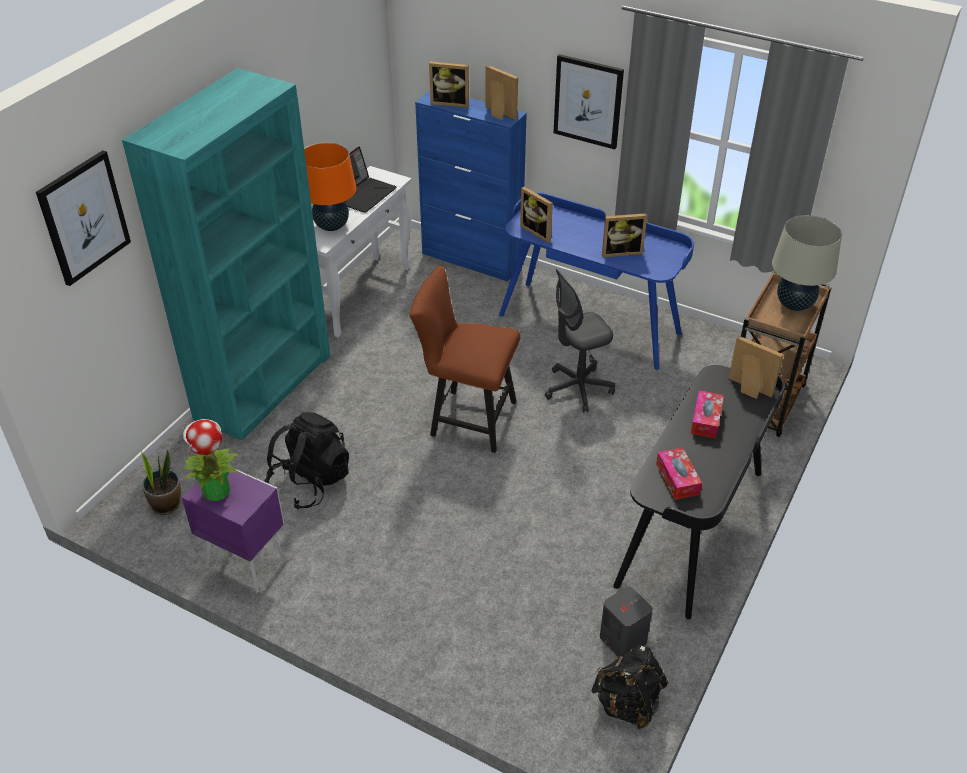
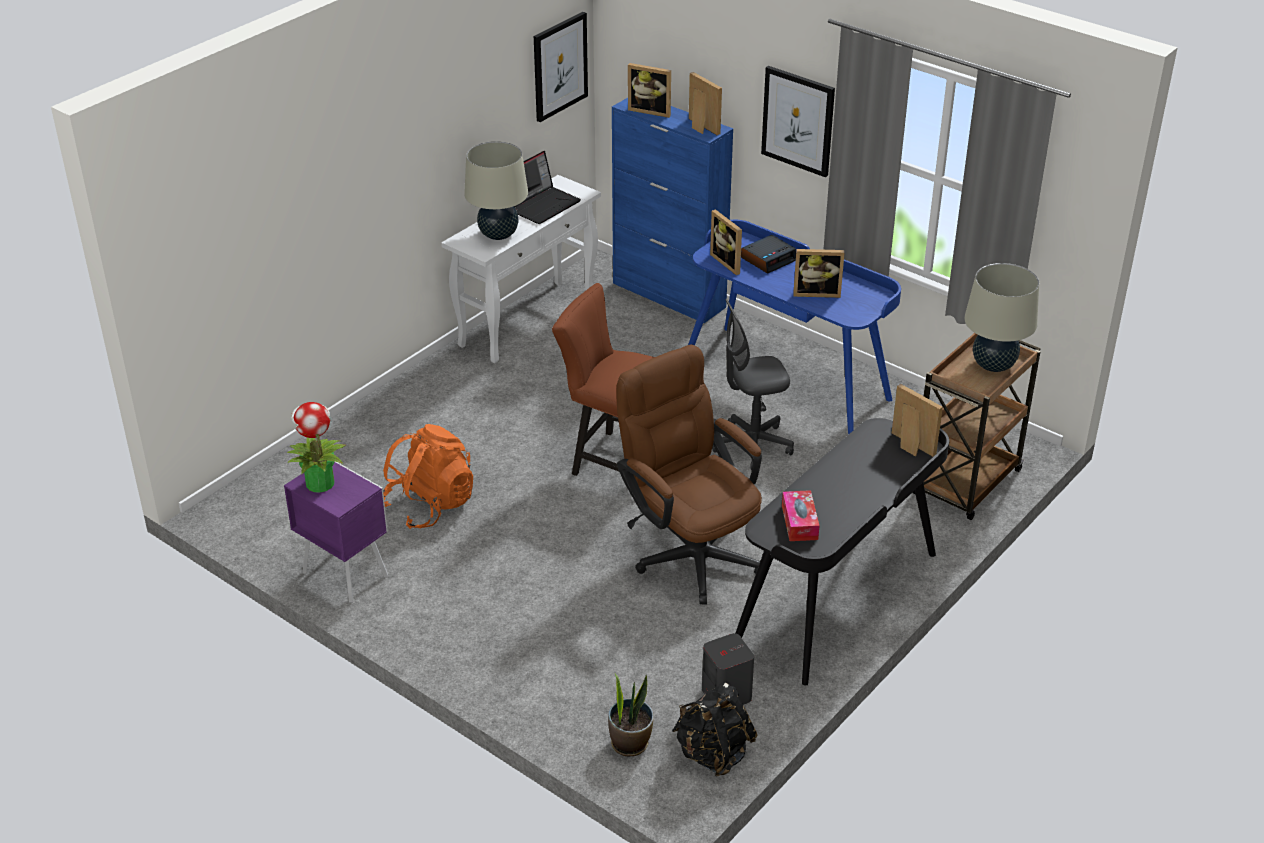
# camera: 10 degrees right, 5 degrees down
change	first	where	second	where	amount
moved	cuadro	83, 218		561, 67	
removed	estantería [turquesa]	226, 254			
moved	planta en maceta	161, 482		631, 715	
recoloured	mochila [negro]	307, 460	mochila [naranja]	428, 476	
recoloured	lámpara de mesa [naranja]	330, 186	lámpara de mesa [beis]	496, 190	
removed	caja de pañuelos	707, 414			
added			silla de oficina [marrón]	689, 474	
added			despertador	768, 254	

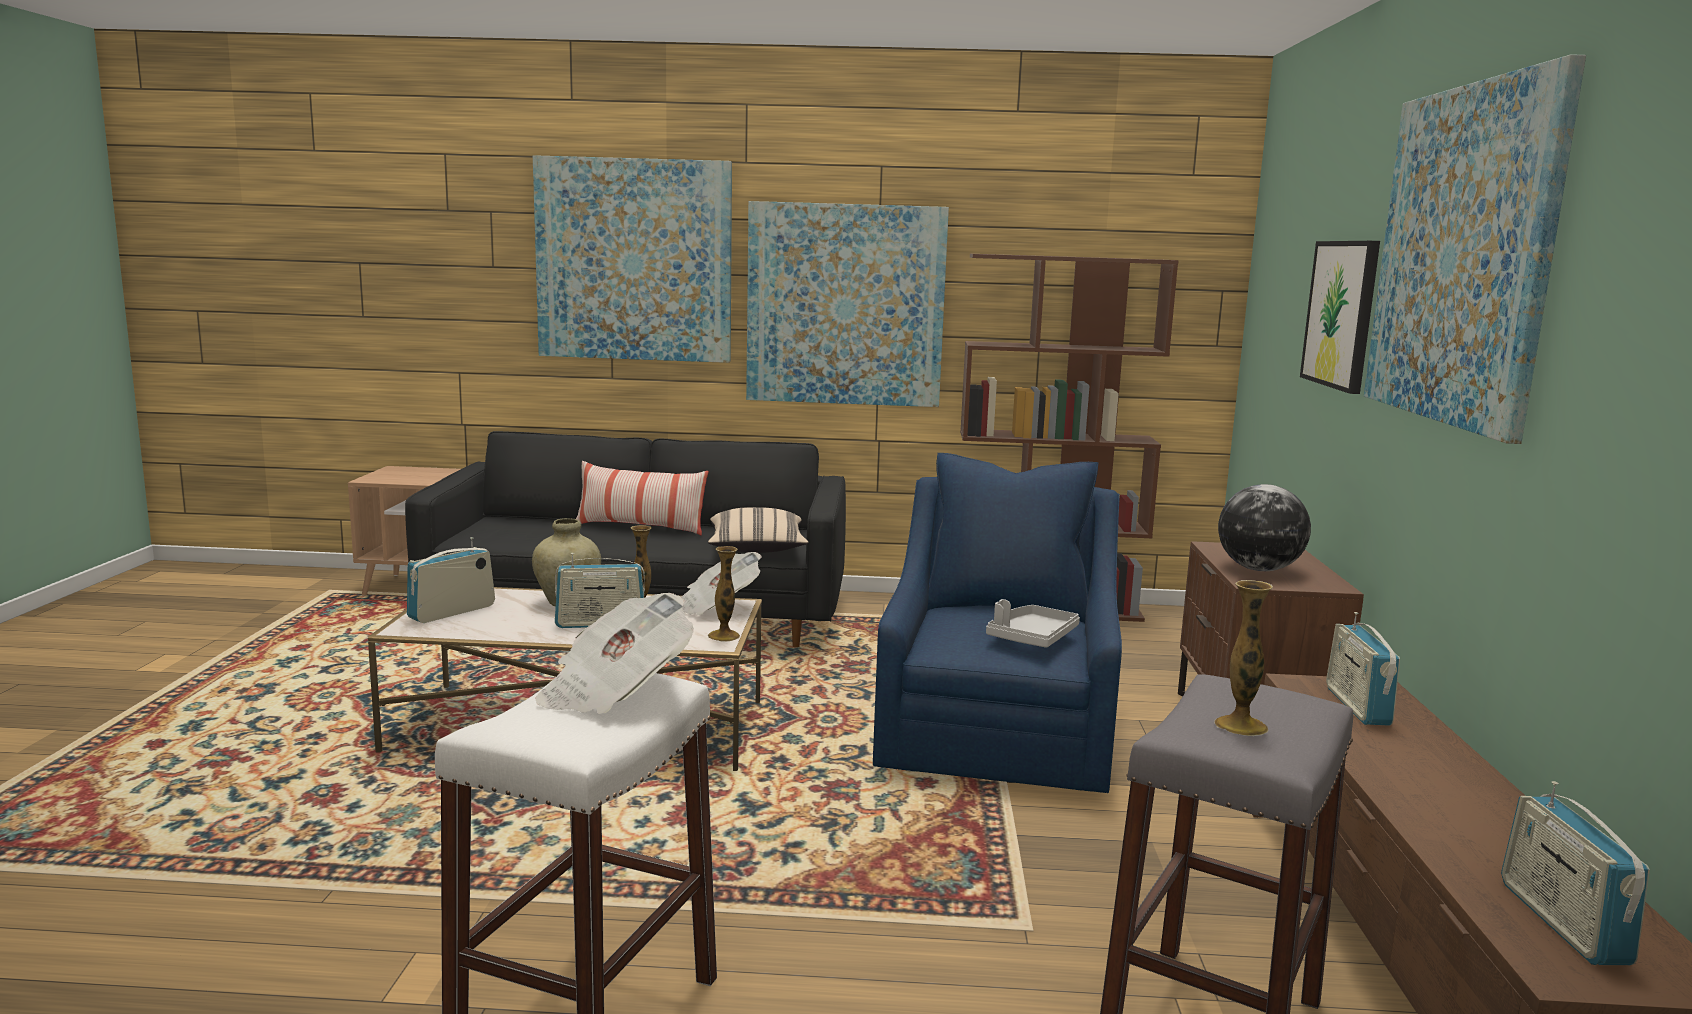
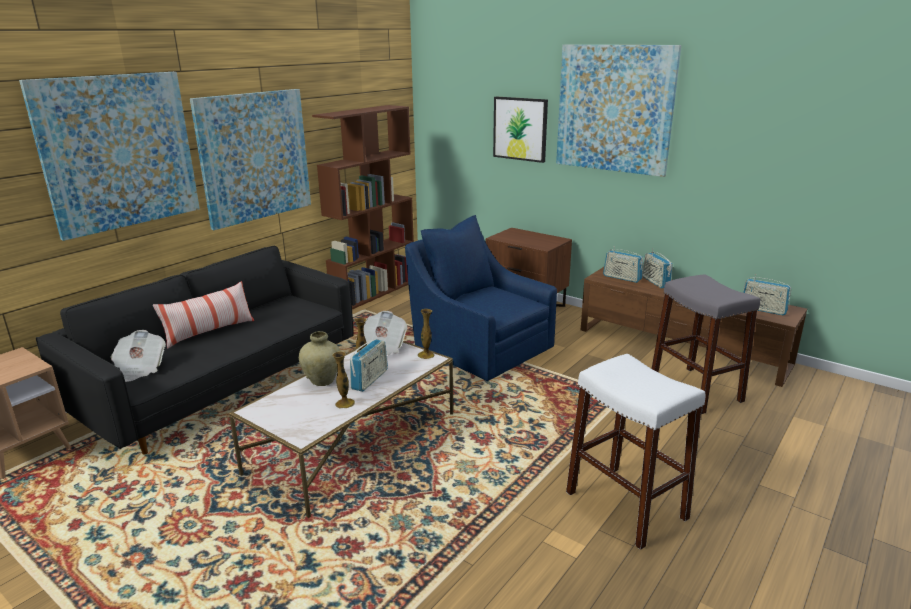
# camera: 55 degrees left, 10 degrees up
change	first	where	second	where	amount
moved	radio	451, 580		657, 268	
moved	periódico	614, 653		138, 356	
removed	cojín [beis]	758, 530			
removed	bandeja [gris]	1033, 623			
moved	florero	1243, 658		343, 379	
removed	globo terráqueo	1264, 527			

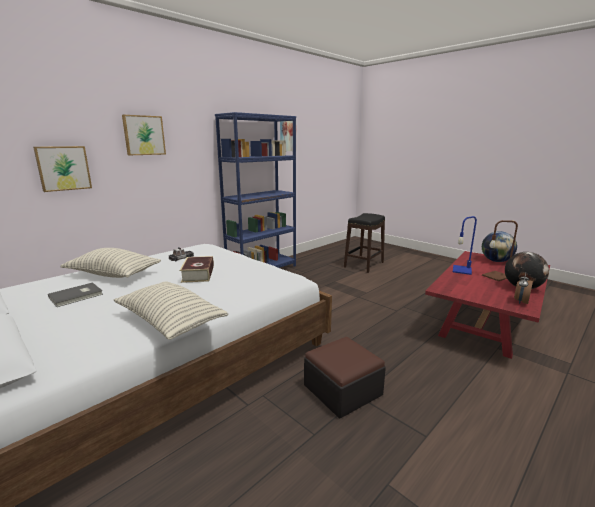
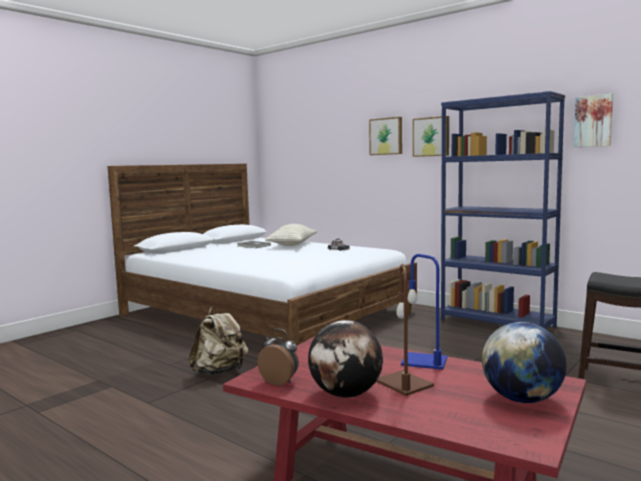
# camera: 85 degrees right, 10 degrees down
change	first	where	second	where	amount
moved	cuadro	62, 169		431, 136	
removed	cojín	171, 310			
removed	libro	196, 269			
replaced	puf	345, 377	mochila [beis]	218, 340	

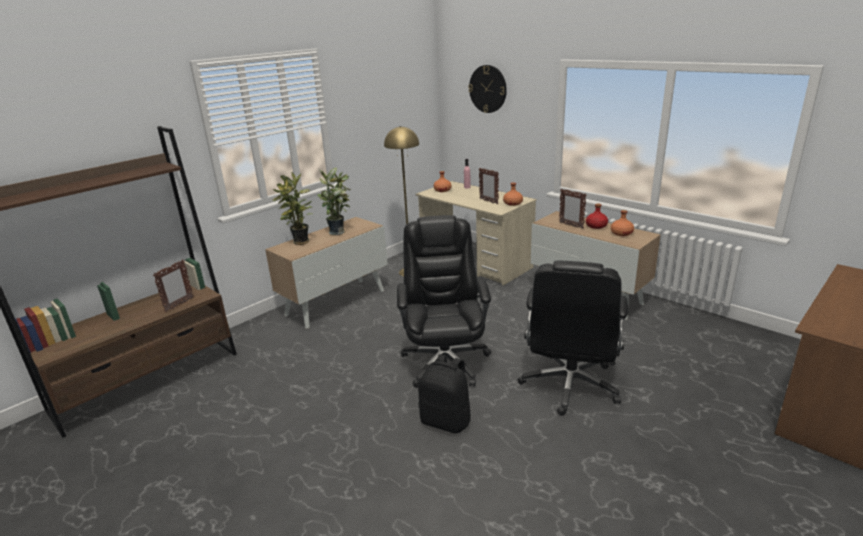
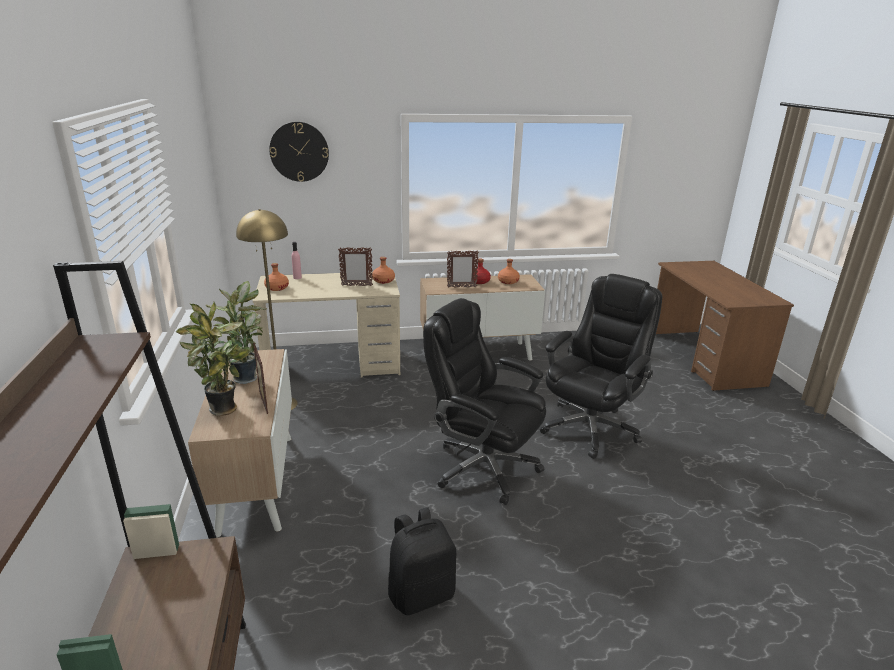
# camera: 55 degrees left, 0 degrees up
change	first	where	second	where	amount
moved	portarretratos	173, 285		260, 378	
moved	mochila [negro]	444, 393		422, 561	
turned	silla de oficina [negro]	573, 338		601, 366	105 degrees counterclockwise

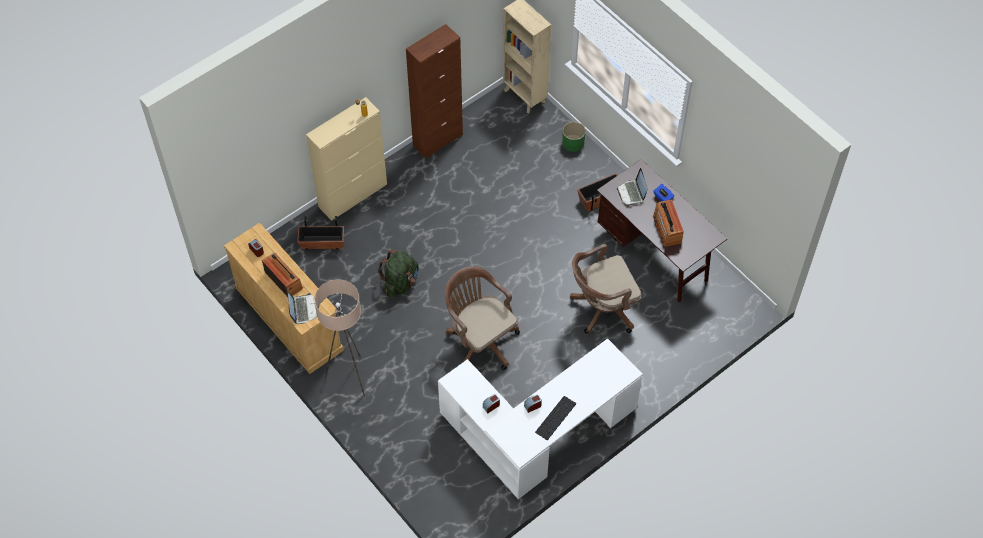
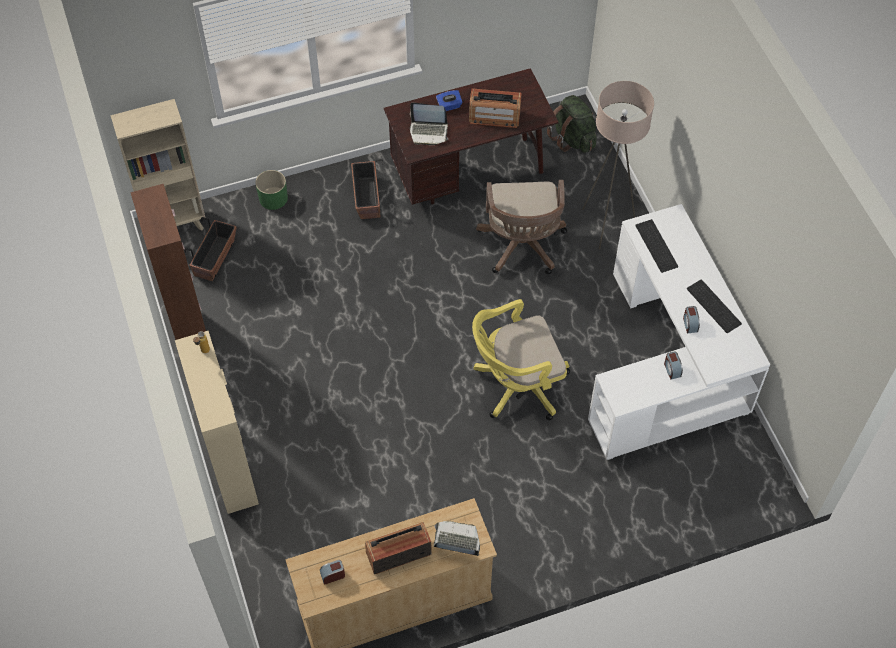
# camera: 70 degrees left, 0 degrees up
change	first	where	second	where	amount
moved	maceta	320, 232		210, 249	
moved	lámpara de pie [beis]	339, 337		618, 165	
moved	mochila [verde]	398, 273		572, 124	
recoloured	silla de oficina [marrón]	482, 318	silla de oficina [amarillo]	521, 360	
added			teclado	656, 246	

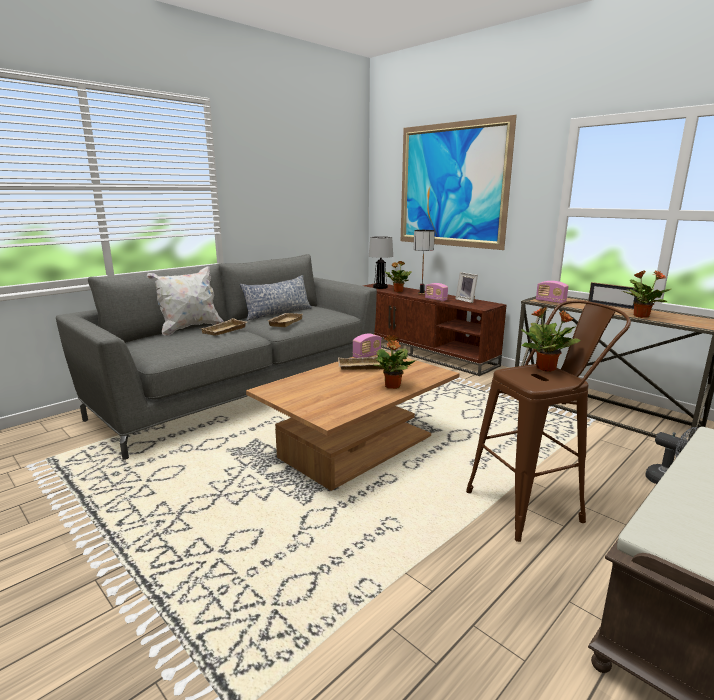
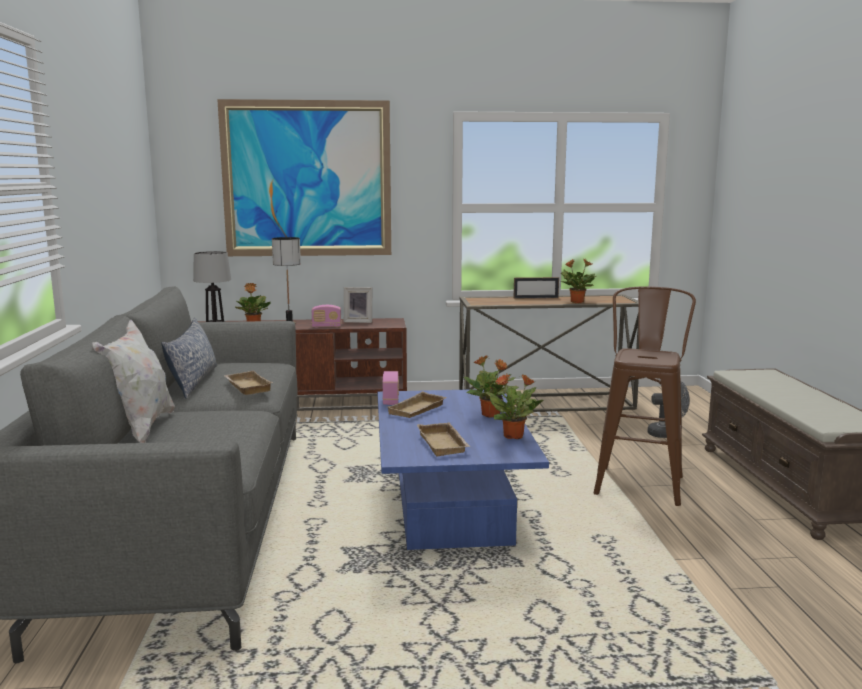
# camera: 50 degrees left, 5 degrees down
change	first	where	second	where	amount
moved	bandeja [beis]	224, 327		443, 439	
recoloured	mesa de centro [marrón]	352, 421	mesa de centro [azul]	463, 469	
moved	planta en maceta	551, 339		515, 406	
removed	radio	552, 292			

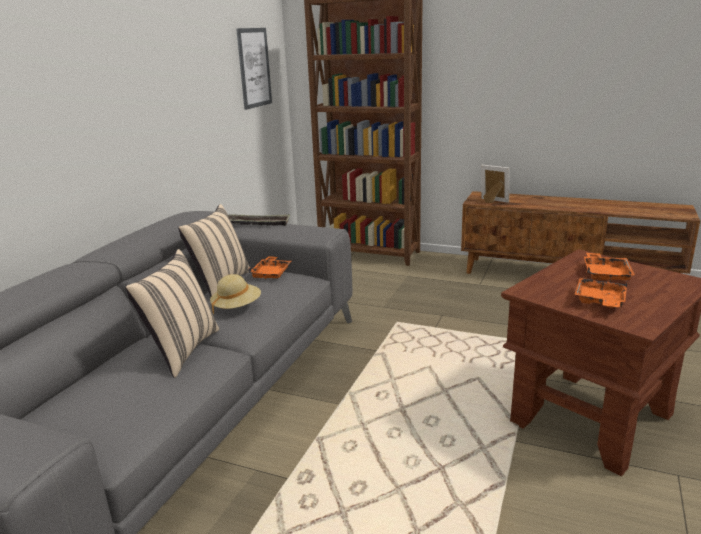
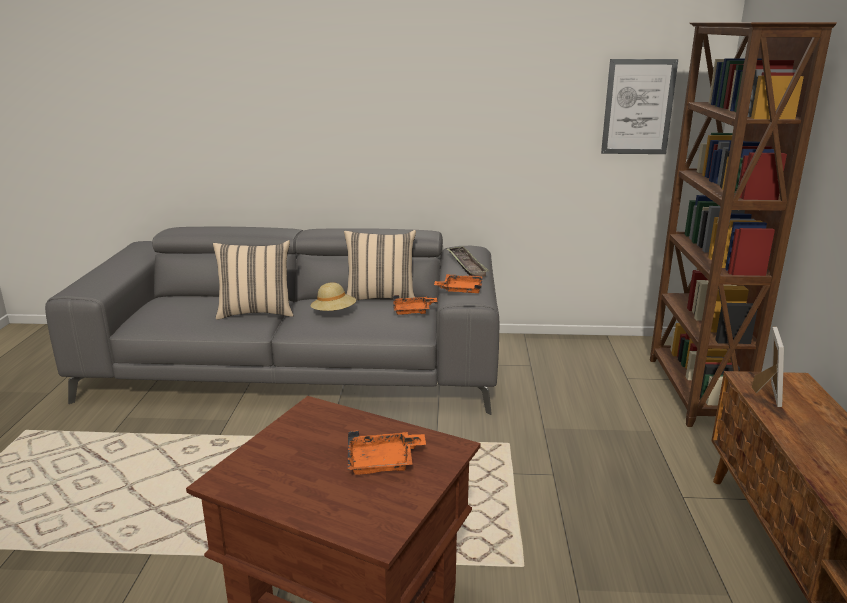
# camera: 70 degrees right, 0 degrees up
change	first	where	second	where	amount
moved	bandeja [naranja]	601, 293		458, 283	

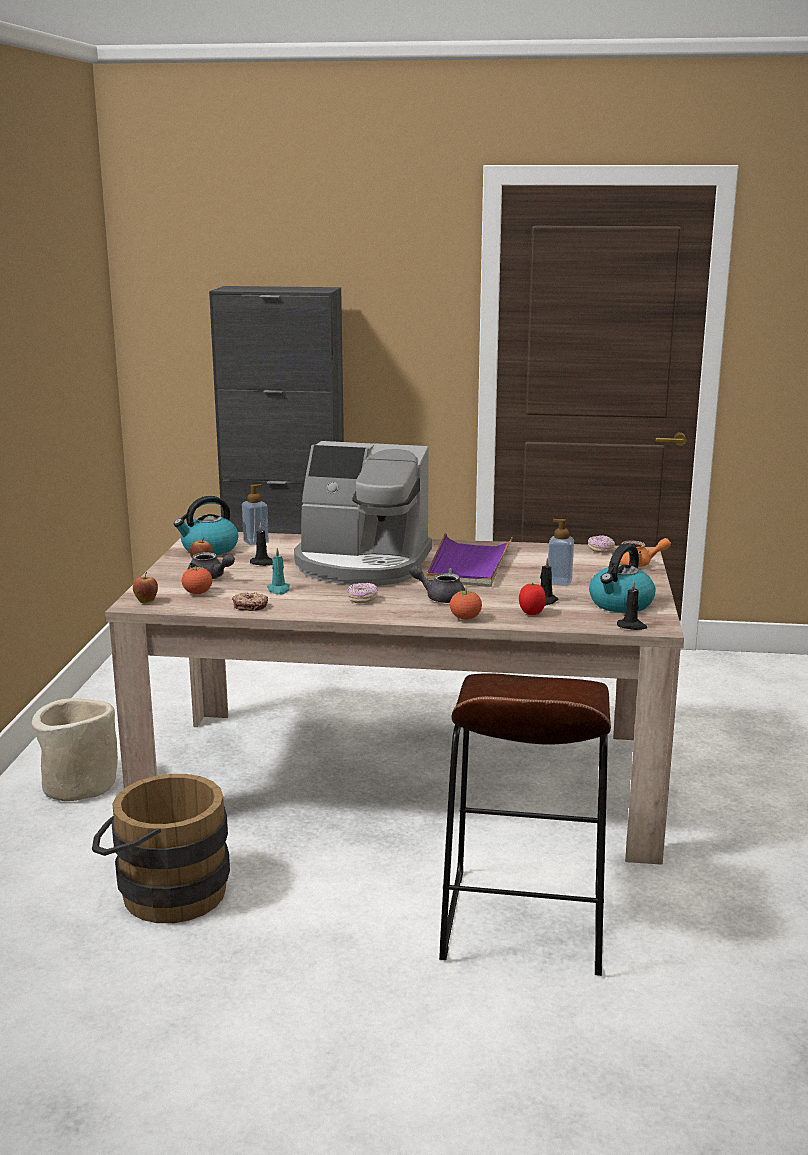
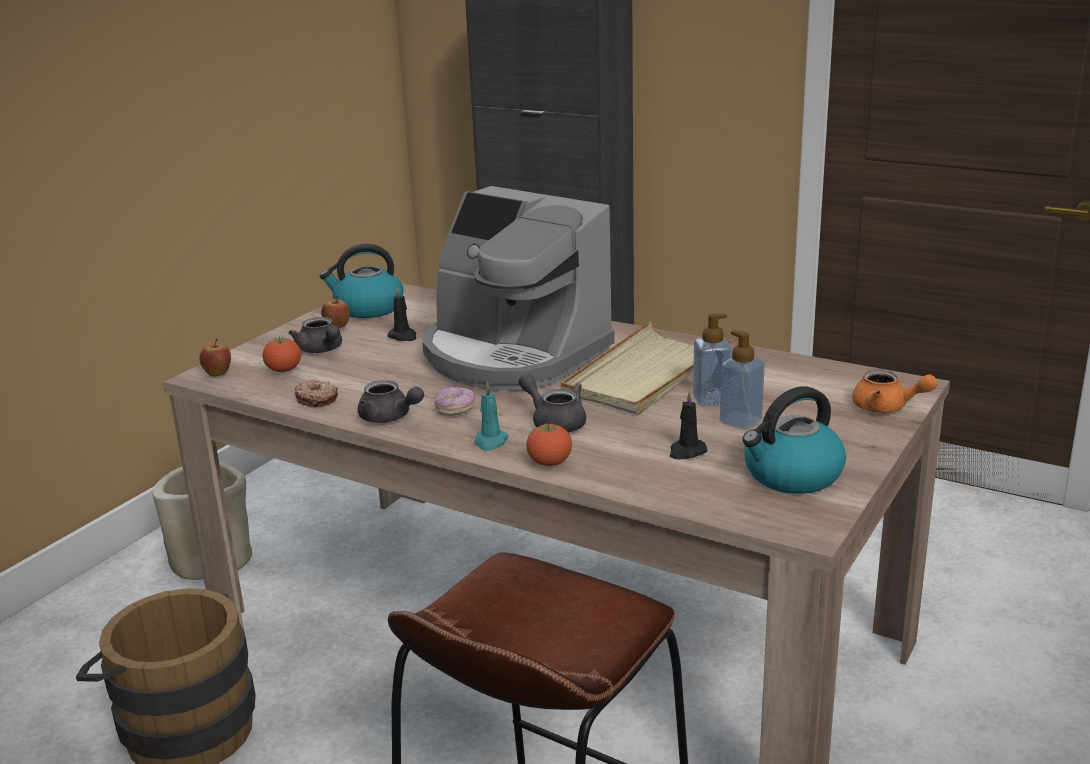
# camera: 25 degrees right, 5 degrees up
change	first	where	second	where	amount
moved	dispensador de jabón	255, 515		712, 360	
moved	vela [turquesa]	278, 571		492, 416	
recoloured	bandeja [morado]	470, 560	bandeja [beis]	646, 368	
removed	tomate	532, 599			
removed	rosquilla	601, 544			
removed	vela [negro]	632, 605			
added			tetera [gris]	391, 401	

